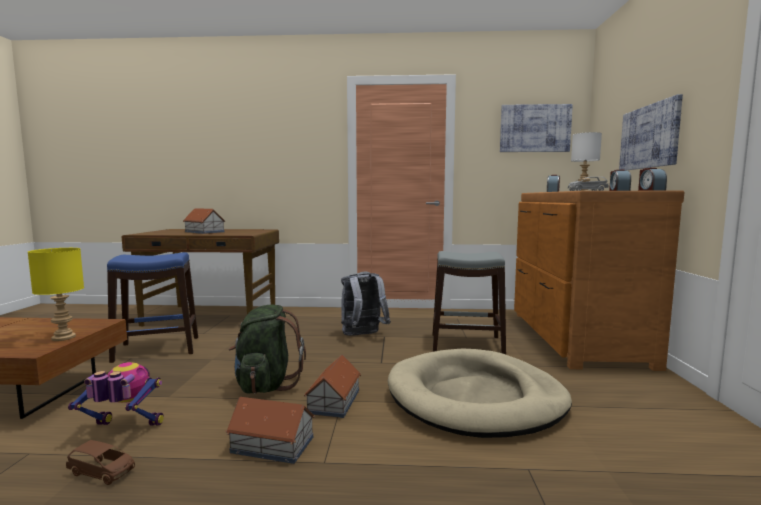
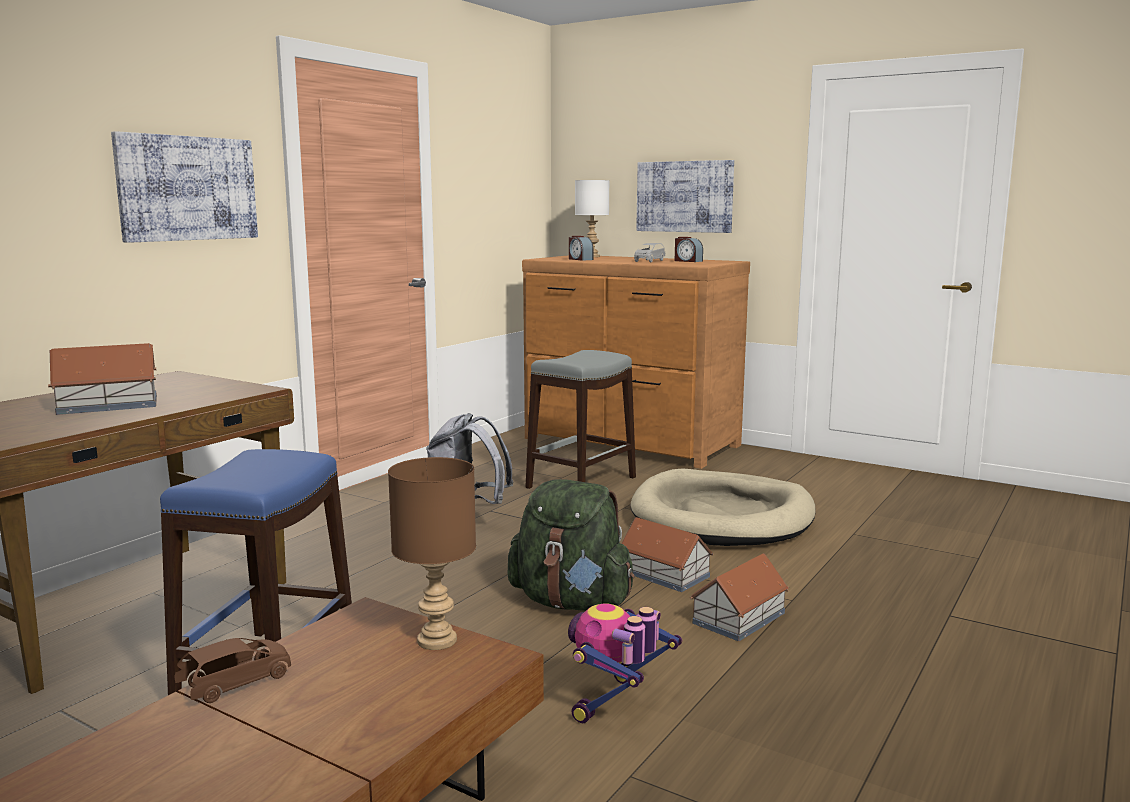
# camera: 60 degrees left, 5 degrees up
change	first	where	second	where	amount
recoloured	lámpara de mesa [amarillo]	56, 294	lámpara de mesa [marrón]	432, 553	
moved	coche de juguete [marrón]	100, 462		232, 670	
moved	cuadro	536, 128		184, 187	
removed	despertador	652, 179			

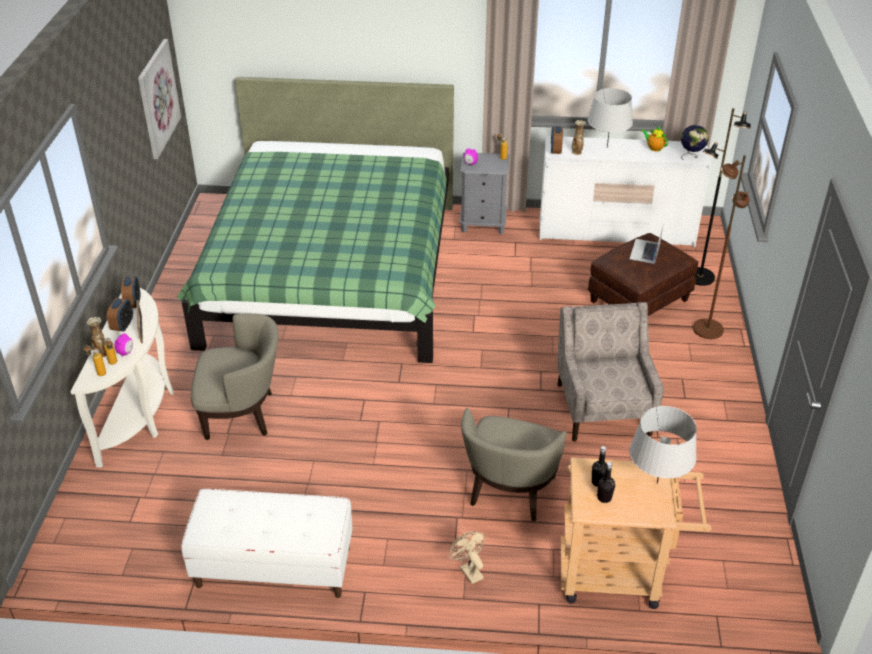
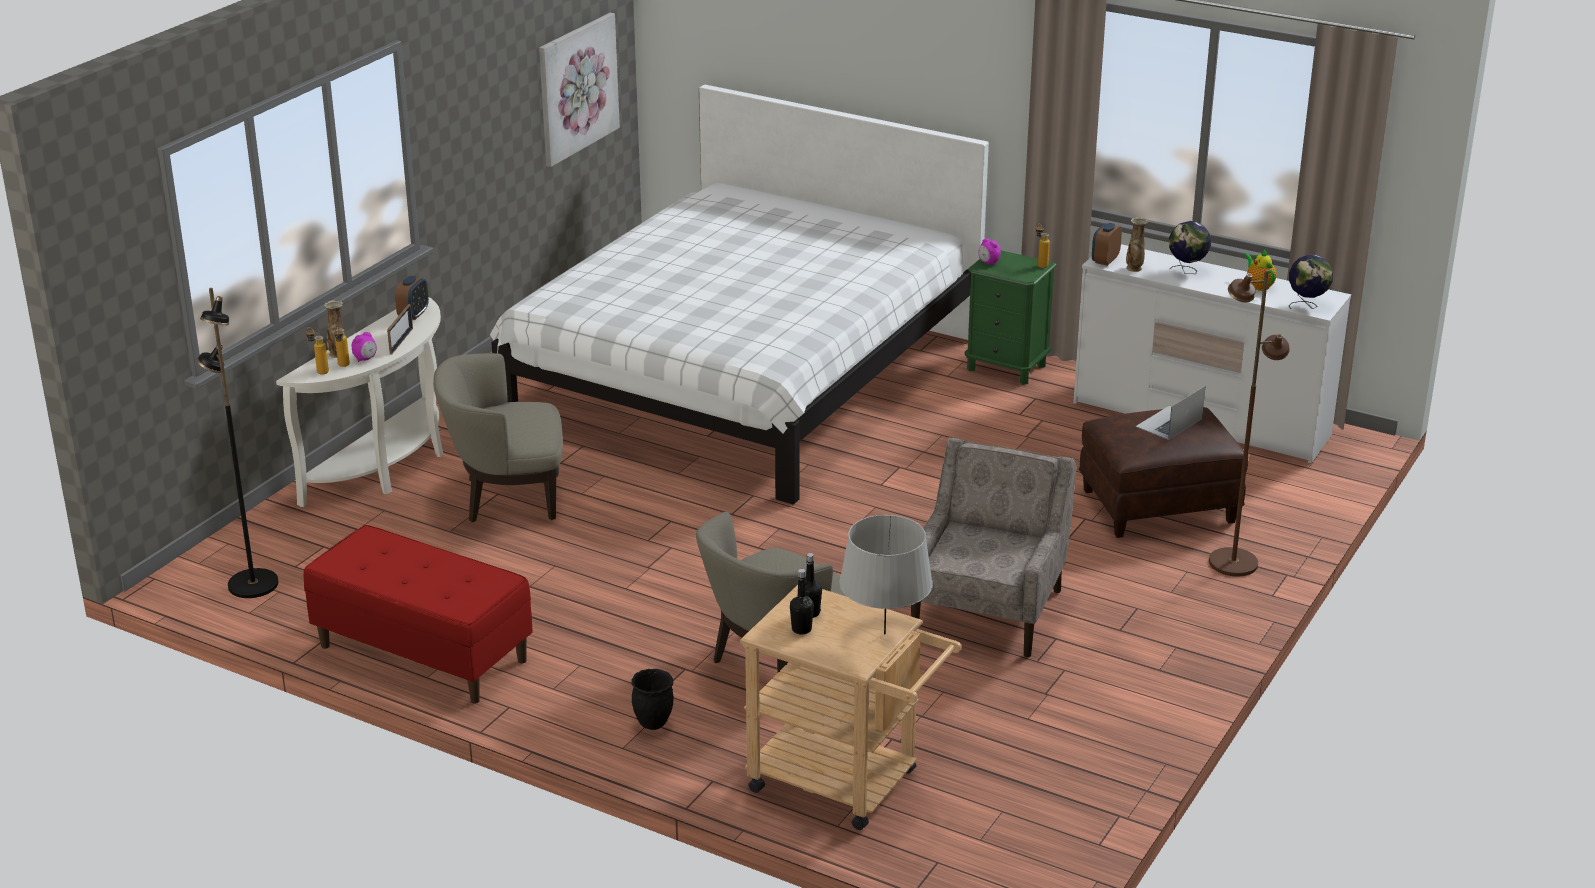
# camera: 25 degrees right, 10 degrees down
change	first	where	second	where	amount
removed	despertador	120, 315			
recoloured	cama [verde]	315, 220	cama [blanco]	739, 294	
recoloured	banco [blanco]	266, 543	banco [rojo]	418, 614	
turned	sillón [beis]	235, 377		498, 437	150 degrees clockwise
replaced	ventilador [beis]	467, 557	maceta [negro]	652, 699	
recoloured	mesita de noche [gris]	484, 193	mesita de noche [verde]	1010, 317	
replaced	lámpara de mesa [gris]	610, 118	globo terráqueo	1190, 247	
moved	lámpara de pie [negro]	722, 197		238, 443	

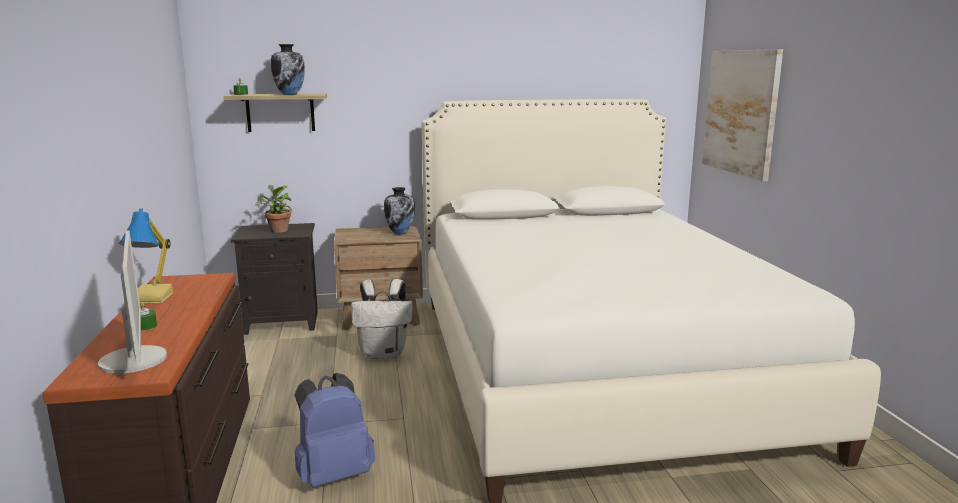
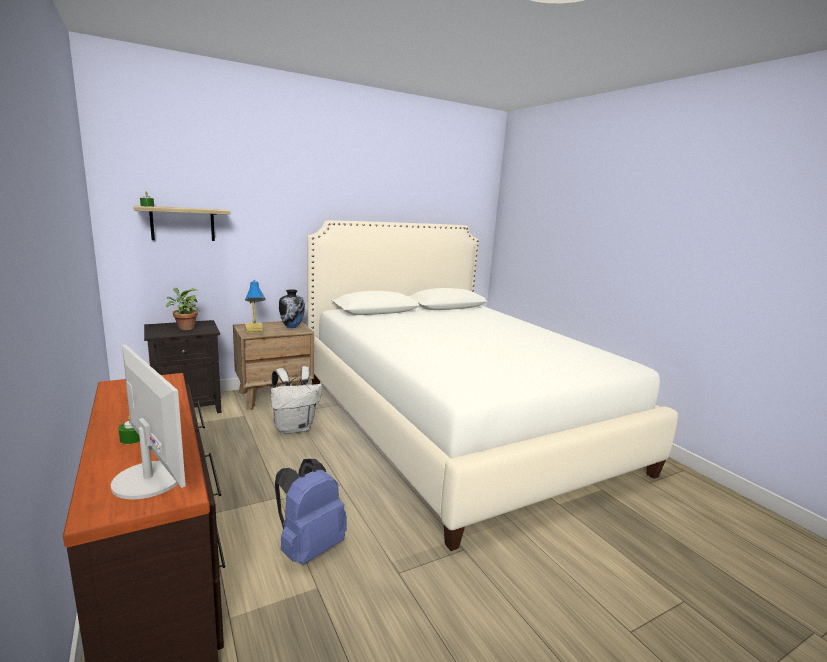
# camera: 20 degrees left, 0 degrees up
change	first	where	second	where	amount
moved	lámpara de mesa	146, 255		255, 306	
removed	florero	288, 69			
removed	cuadro	742, 115			

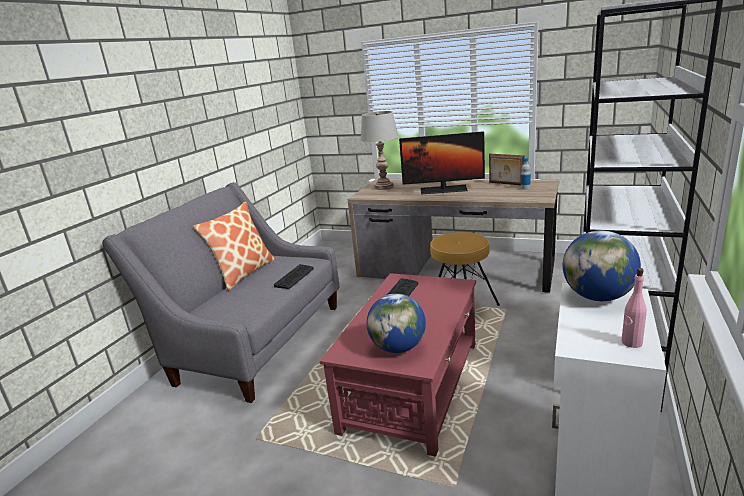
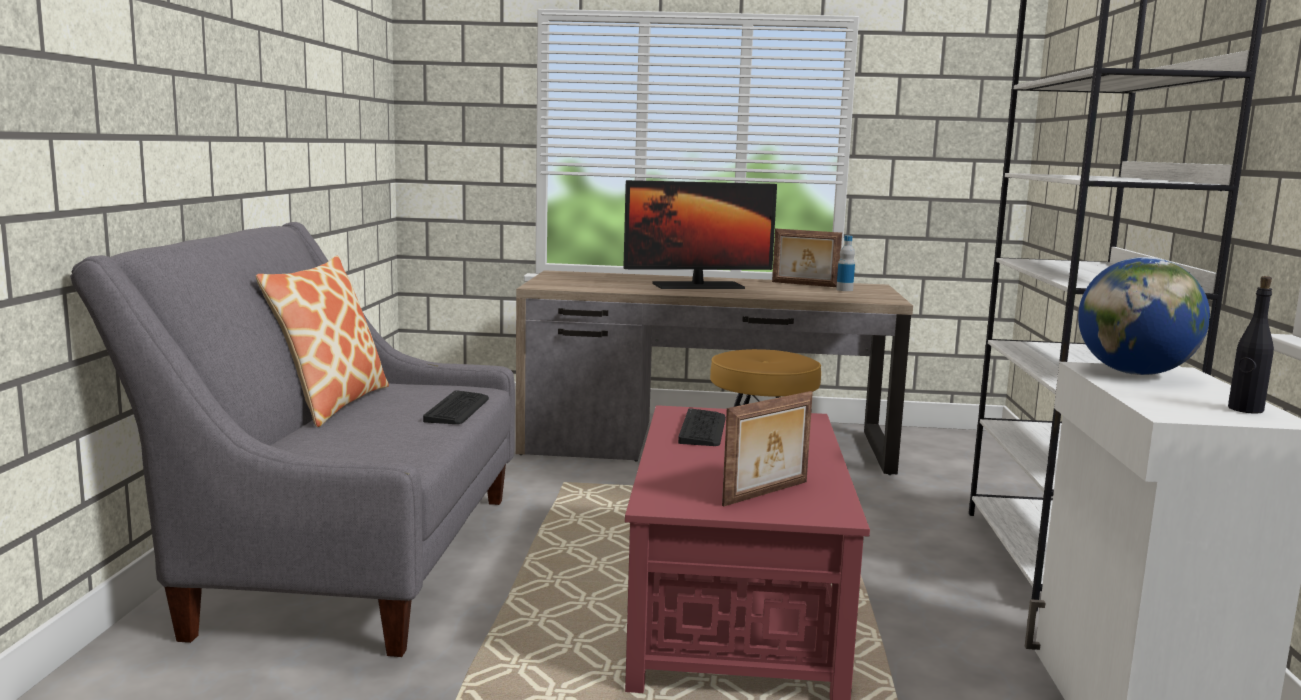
# camera: 20 degrees left, 10 degrees down
change	first	where	second	where	amount
removed	lámpara de mesa [gris]	380, 150			
replaced	globo terráqueo	396, 323	portarretratos	767, 448	
recoloured	botella [rosa]	634, 308	botella [negro]	1251, 345	

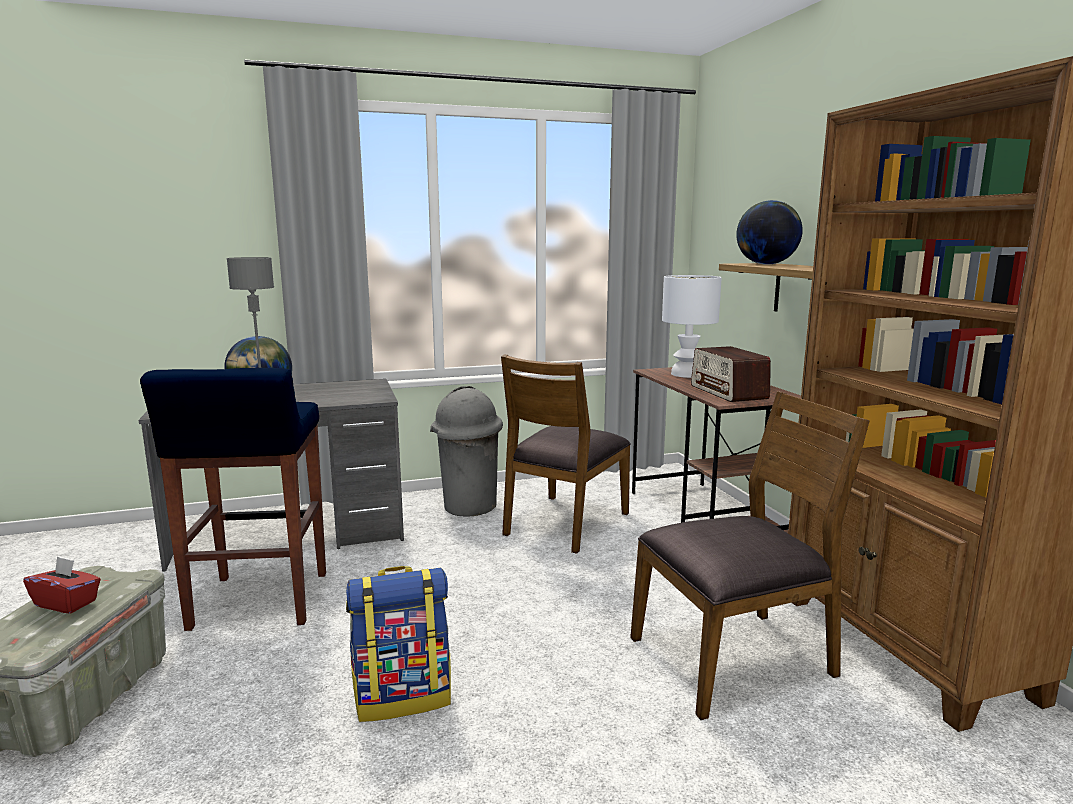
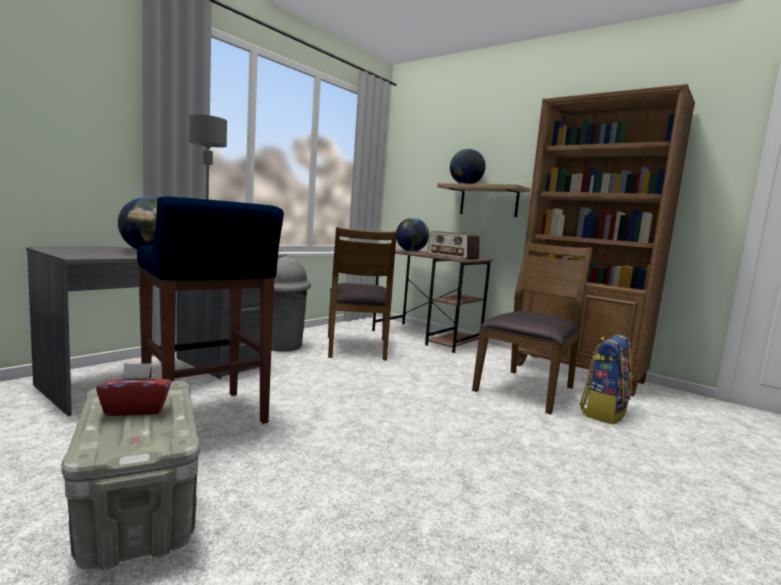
# camera: 35 degrees left, 5 degrees down
change	first	where	second	where	amount
moved	mochila	398, 644		605, 380	
replaced	lámpara de mesa [blanco]	692, 326	globo terráqueo	412, 235	

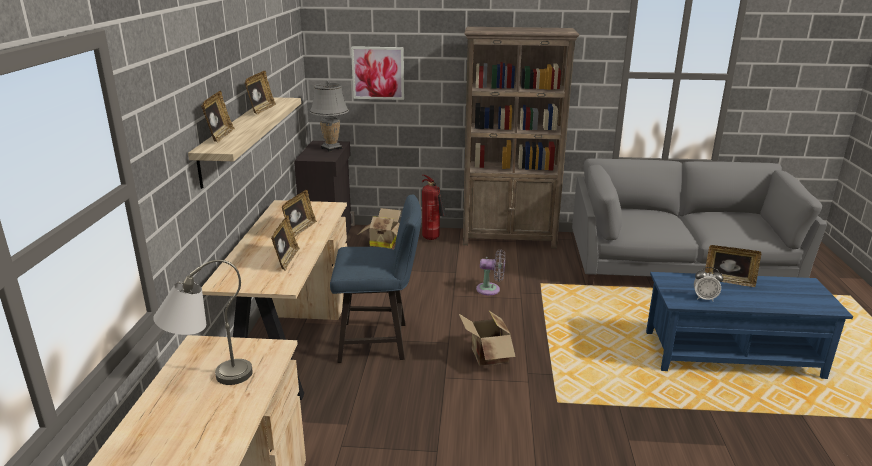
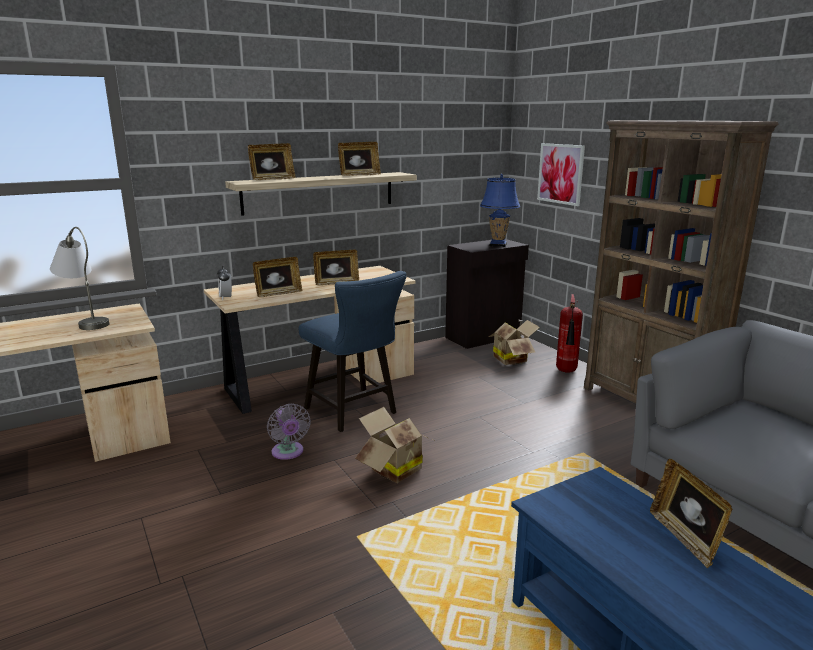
# camera: 55 degrees right, 5 degrees down
change	first	where	second	where	amount
recoloured	lámpara de mesa [gris]	329, 116	lámpara de mesa [azul]	500, 210	
moved	ventilador [gris]	490, 272		289, 432	
moved	despertador	708, 284		224, 283	

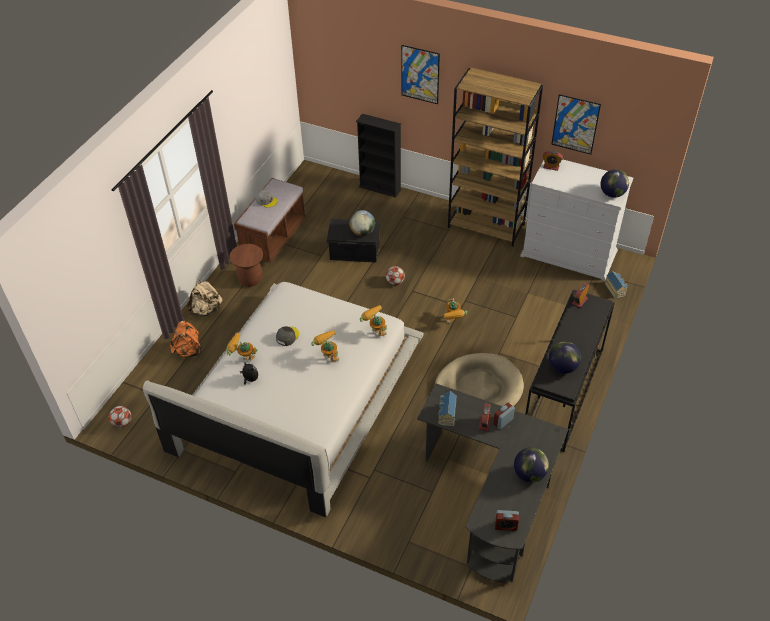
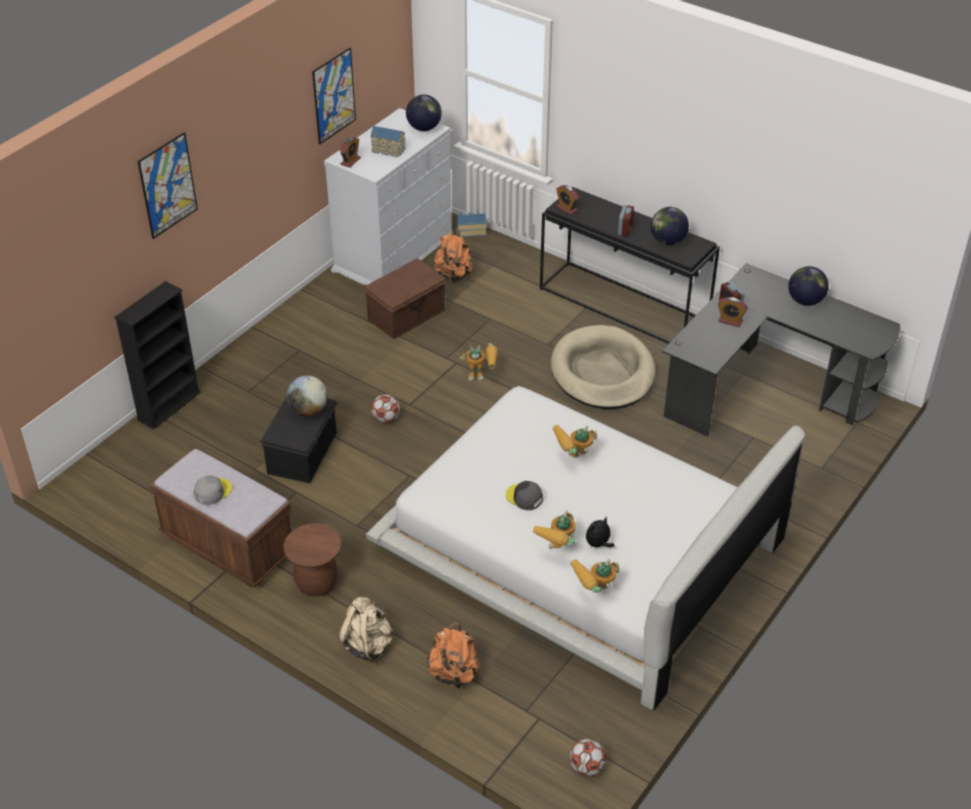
# camera: 80 degrees left, 5 degrees down
change	first	where	second	where	amount
moved	robot de juguete	373, 320		595, 576	
moved	casita	447, 409		388, 141	
removed	estantería [marrón]	495, 156			
moved	despertador	507, 520		626, 221	
added			caja de almacenaje [marrón]	405, 298	
added			mochila [naranja]	453, 256	

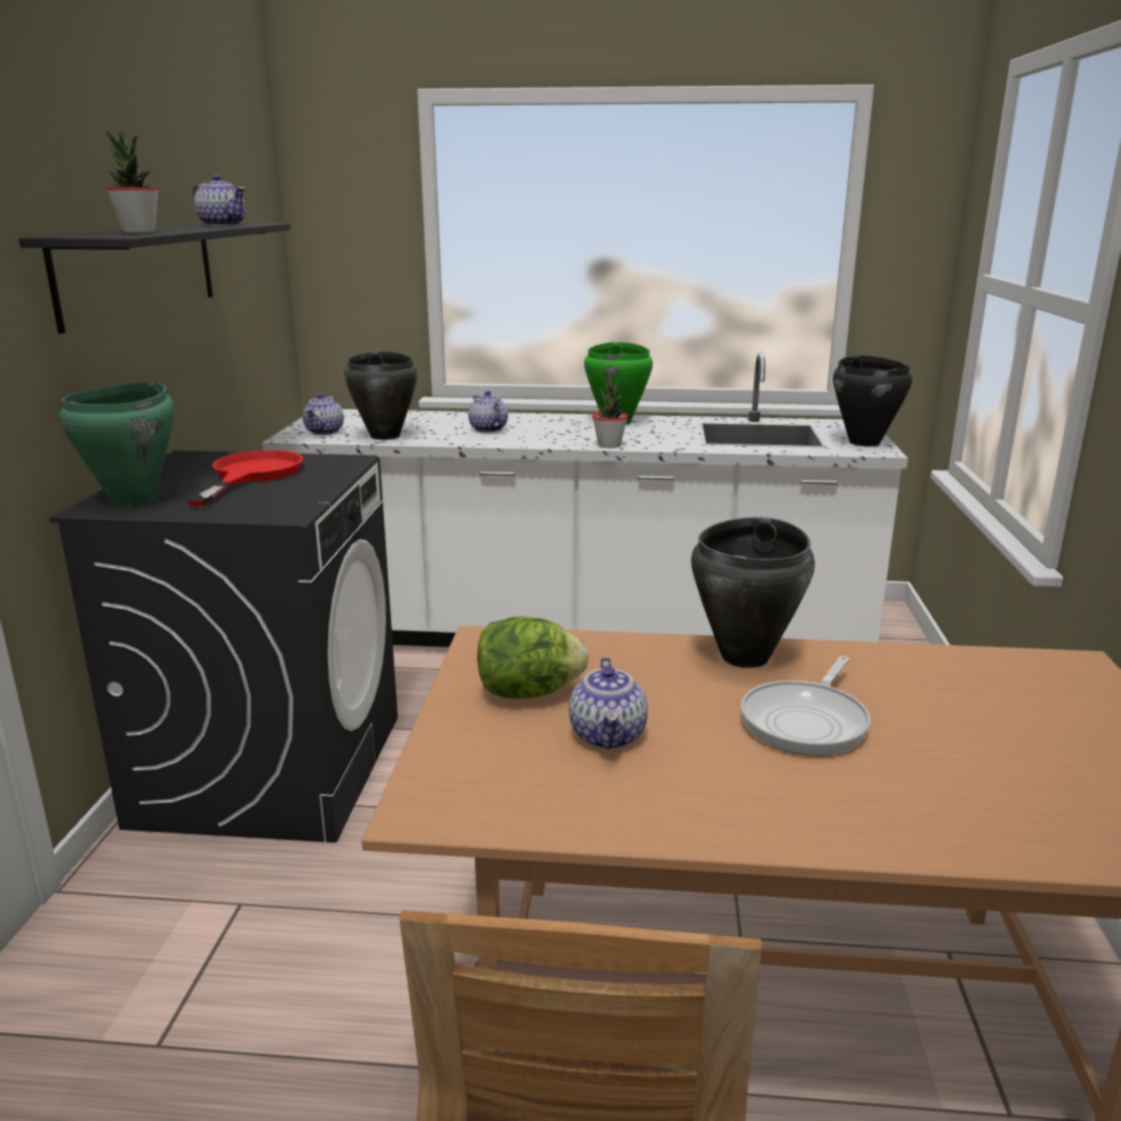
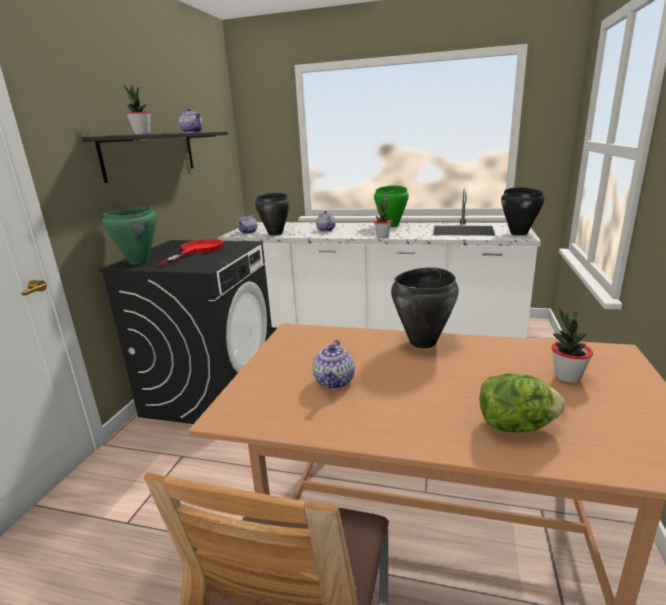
# camera: 10 degrees right, 0 degrees up
change	first	where	second	where	amount
moved	lechuga	533, 657		522, 403	
removed	sartén	806, 706			
added			planta en maceta	572, 345	

